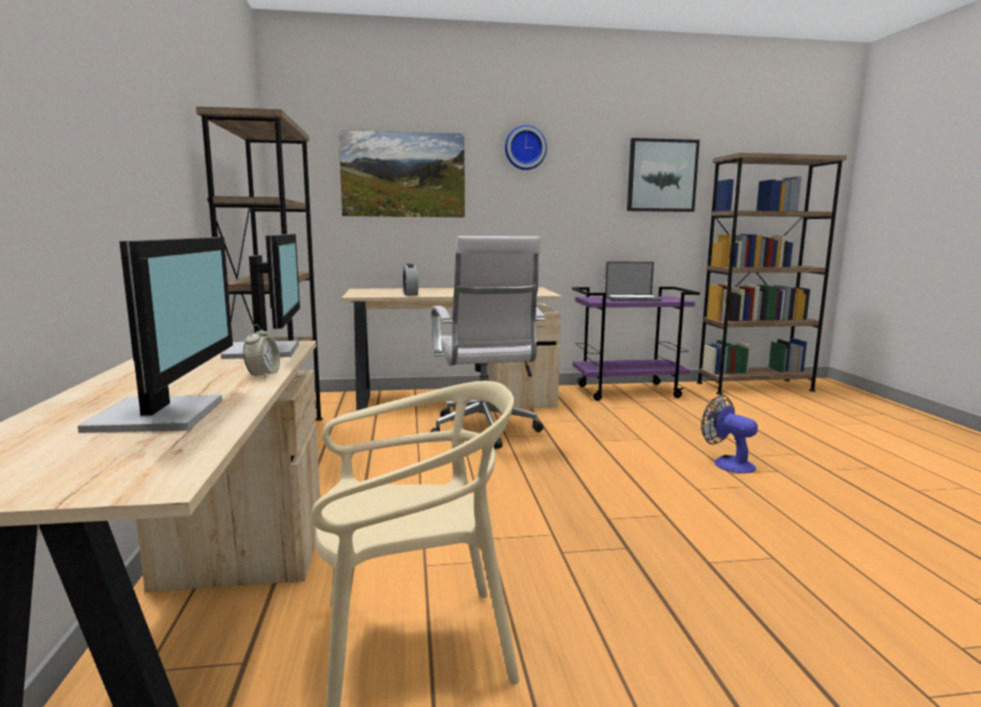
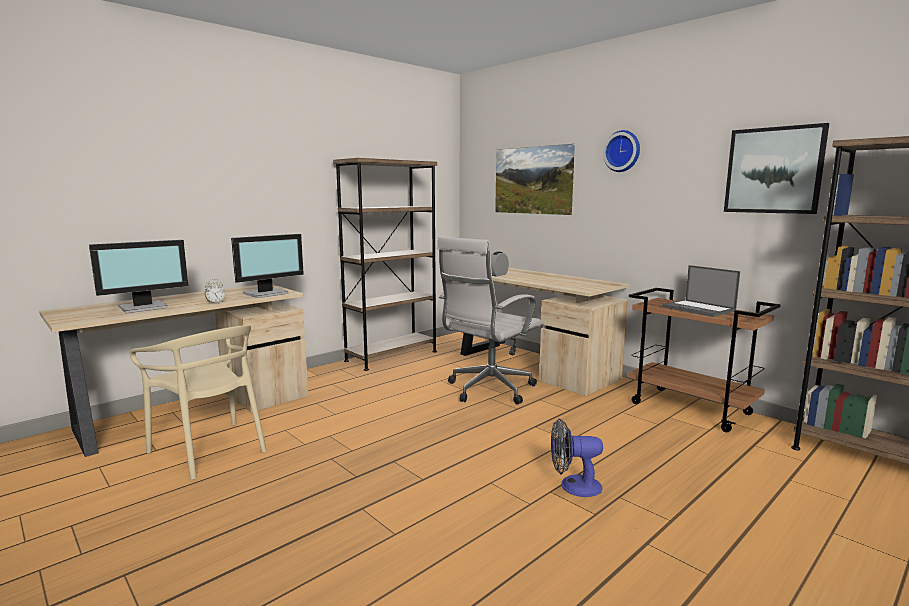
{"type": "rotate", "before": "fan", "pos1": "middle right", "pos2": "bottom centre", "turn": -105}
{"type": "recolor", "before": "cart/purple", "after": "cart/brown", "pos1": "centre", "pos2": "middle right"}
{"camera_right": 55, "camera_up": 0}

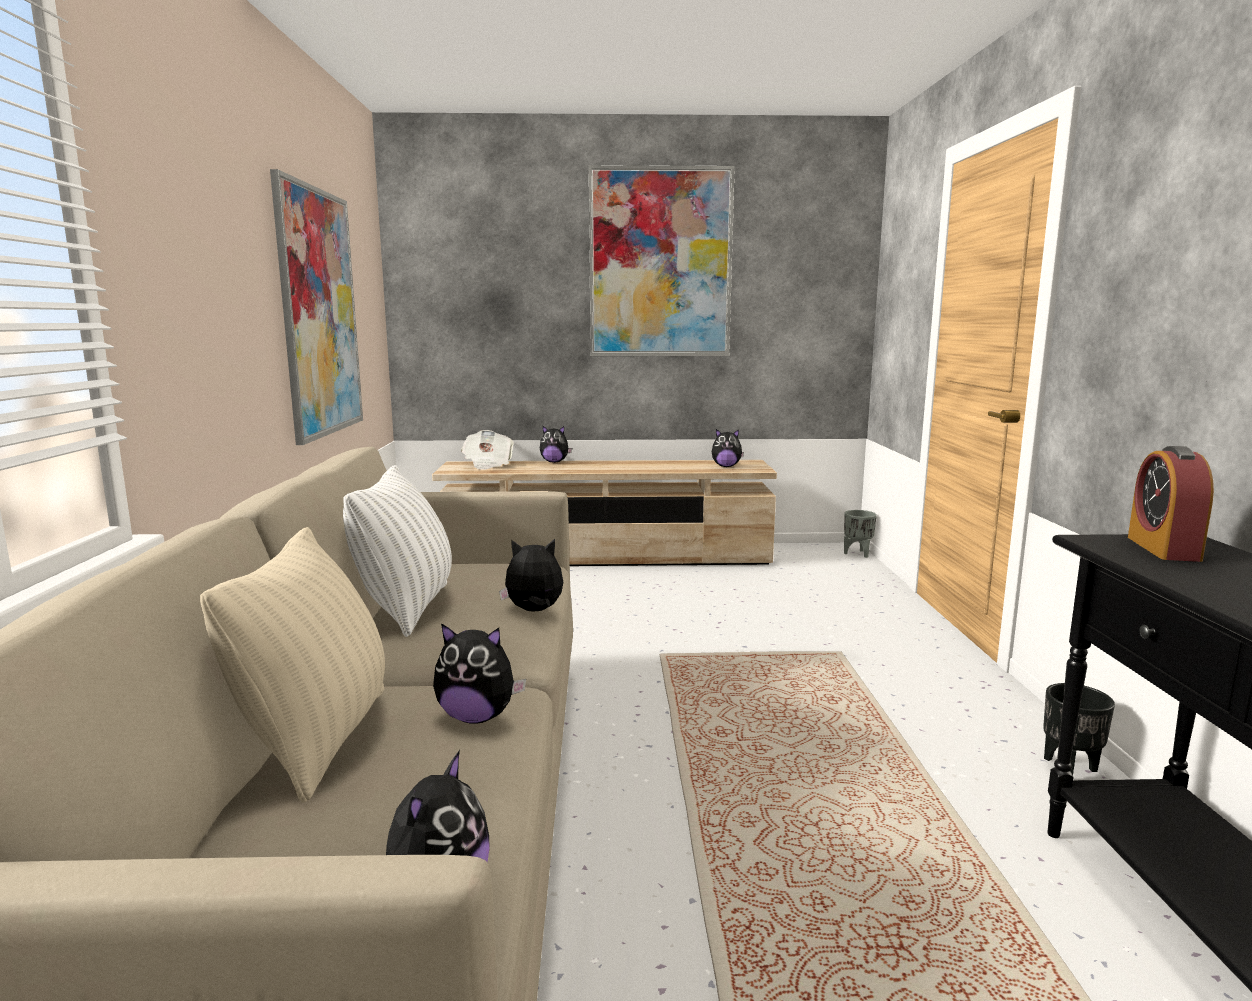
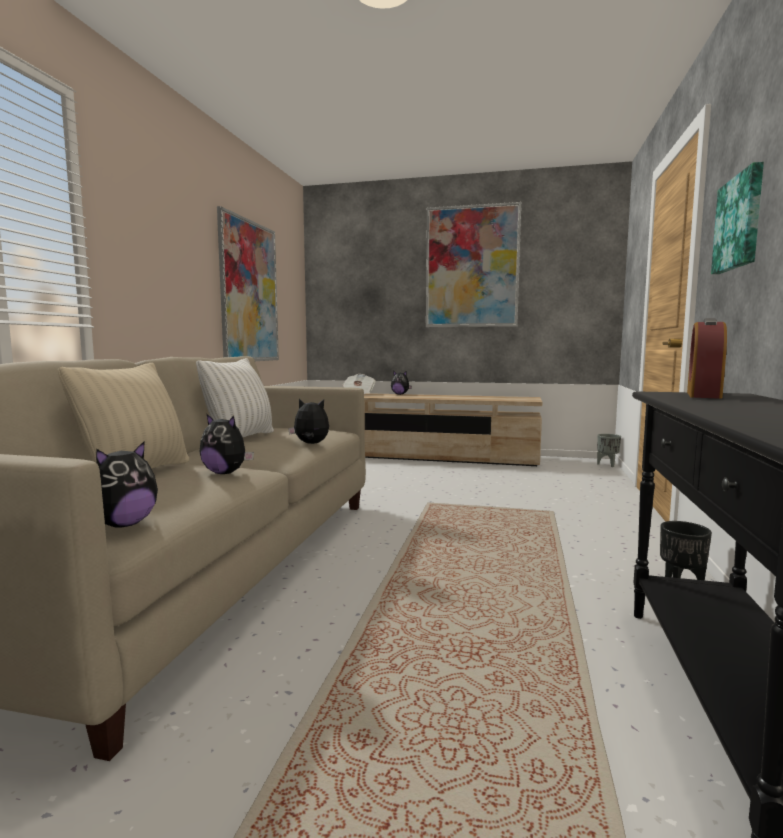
{"type": "insert", "after": "picture (3rd from left)", "pos2": "top right"}
{"type": "delete", "before": "plush toy (5th from left)", "pos1": "centre"}
{"camera_right": 15, "camera_up": -5}

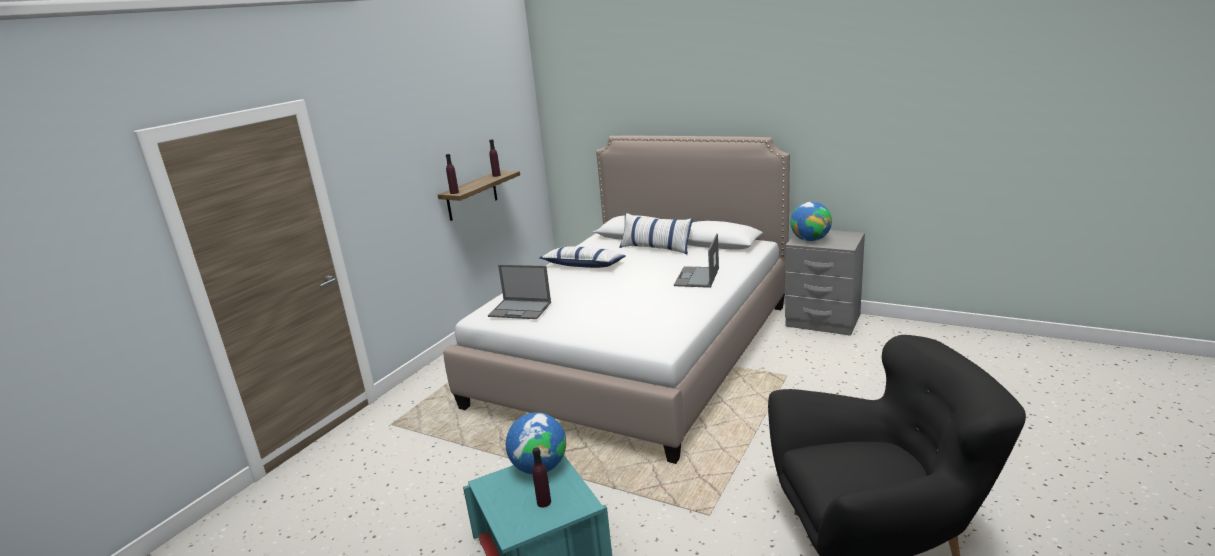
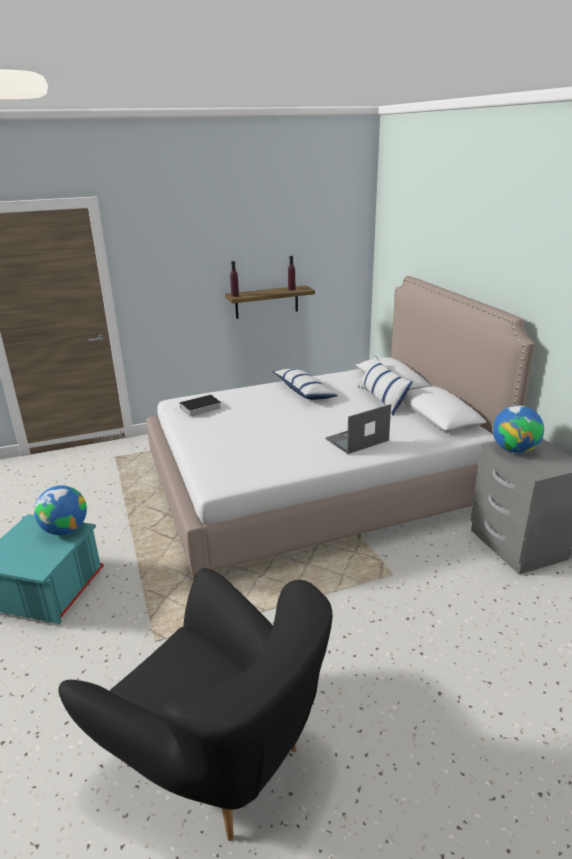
{"type": "replace", "before": "laptop (1st from left)", "after": "book", "pos1": "centre", "pos2": "centre"}
{"type": "delete", "before": "bottle/purple (3rd from left)", "pos1": "bottom centre"}
{"camera_right": 40, "camera_up": 5}

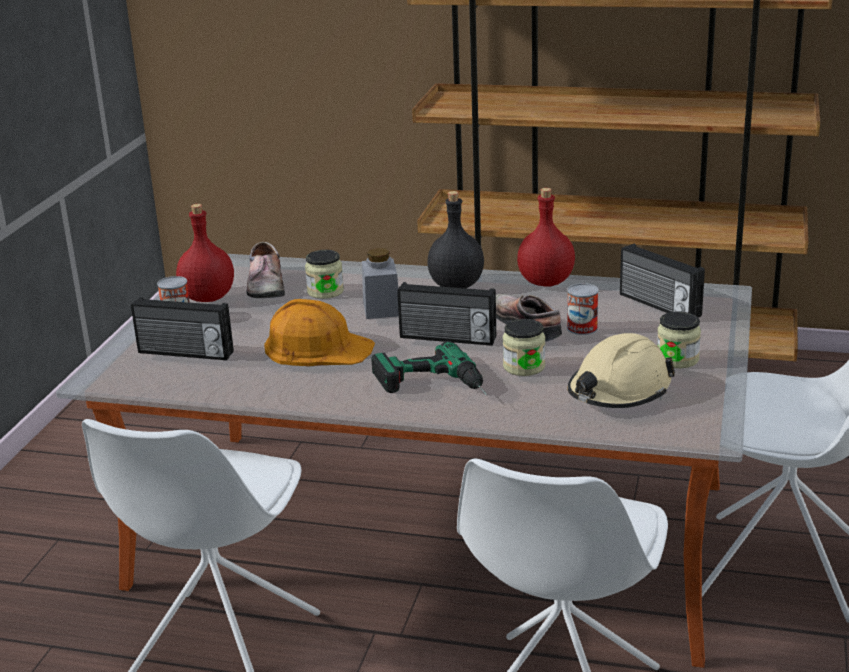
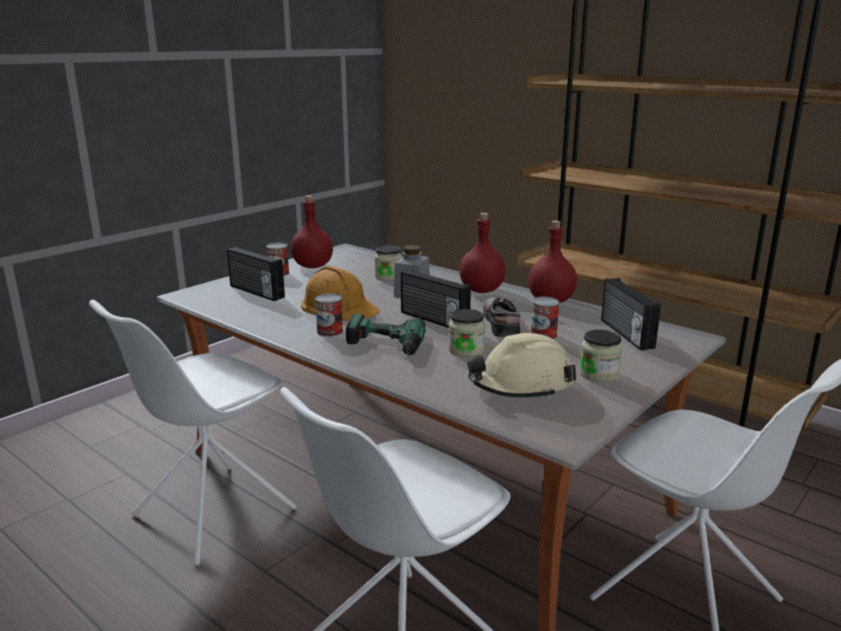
{"type": "insert", "after": "can (2nd from left)", "pos2": "centre"}
{"type": "recolor", "before": "bottle/black", "after": "bottle/red (2nd from left)", "pos1": "centre", "pos2": "centre"}
{"type": "delete", "before": "shoe (1st from left)", "pos1": "middle left"}
{"camera_right": 25, "camera_up": -5}

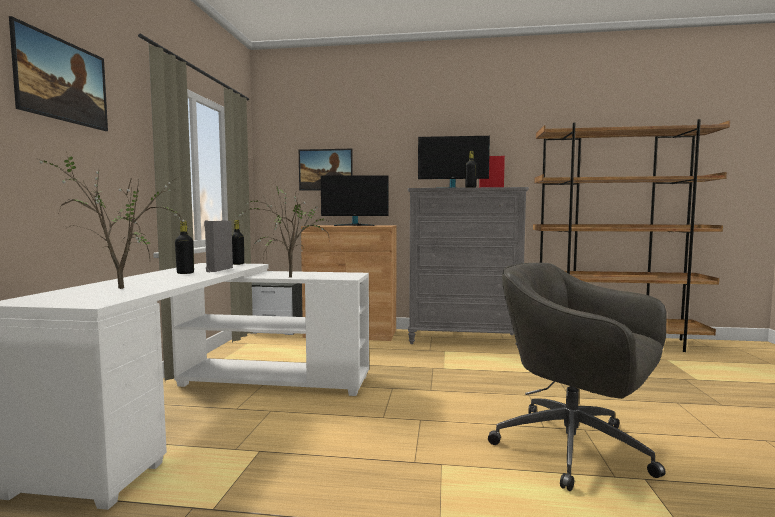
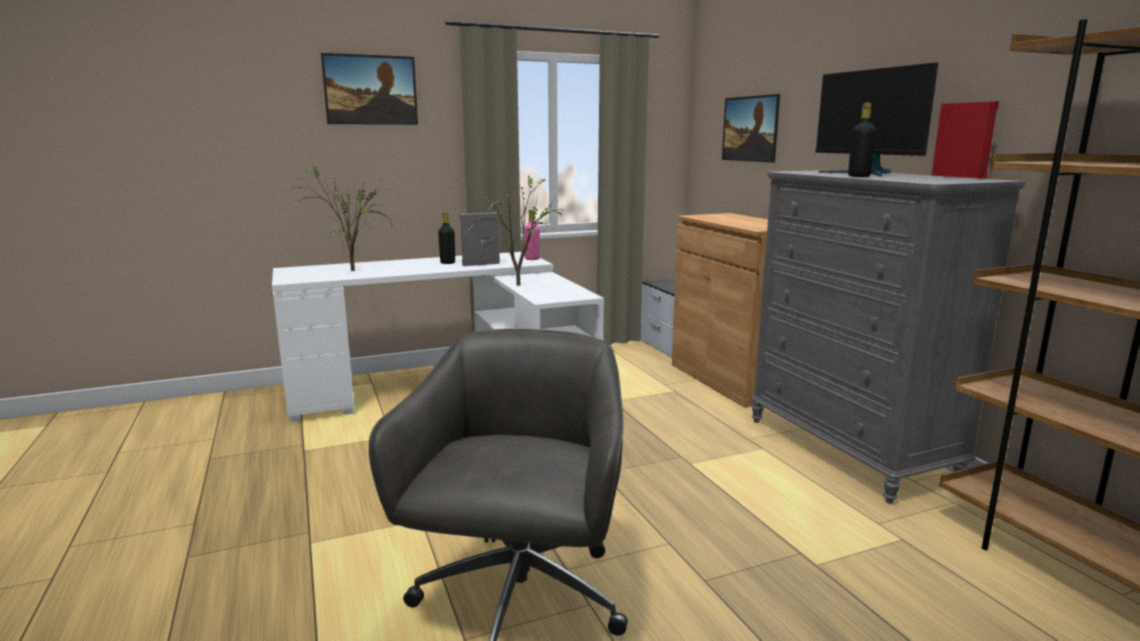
{"type": "recolor", "before": "bottle/black (2nd from left)", "after": "bottle/pink", "pos1": "middle left", "pos2": "centre"}
{"type": "delete", "before": "monitor (1st from left)", "pos1": "centre"}
{"camera_right": 60, "camera_up": 10}

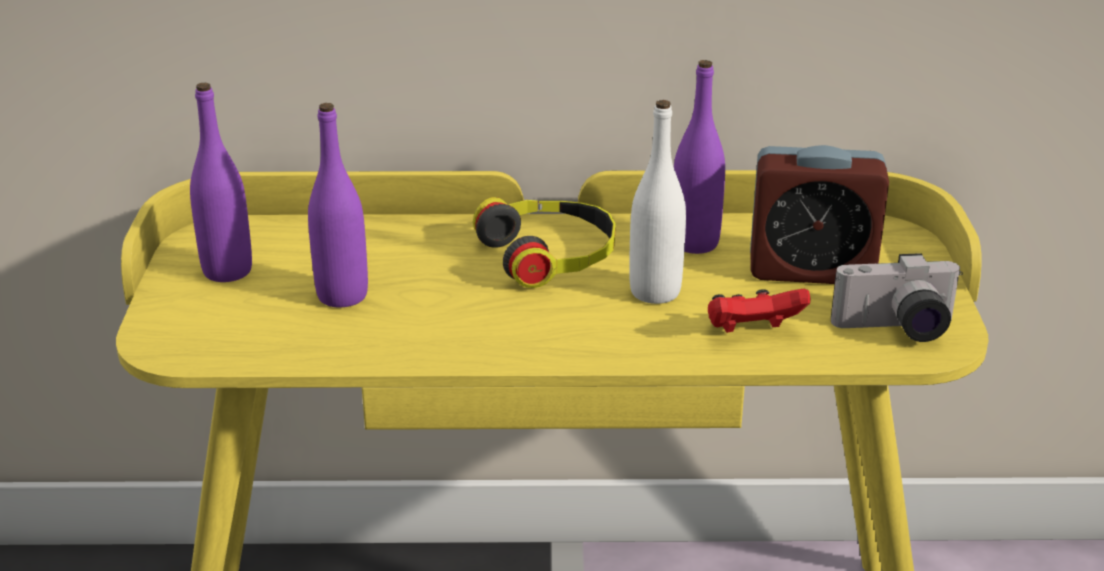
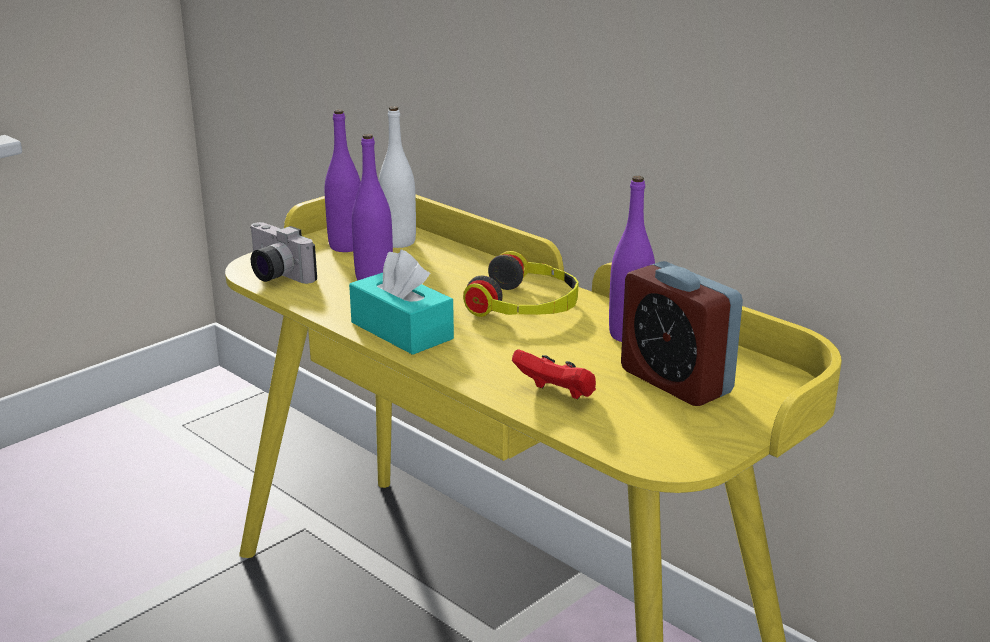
{"type": "move", "before": "photo camera", "pos1": "middle right", "pos2": "middle left"}
{"type": "insert", "after": "tissue box/turquoise", "pos2": "centre"}
{"type": "move", "before": "bottle/white", "pos1": "centre", "pos2": "top centre"}
{"camera_right": 45, "camera_up": -5}

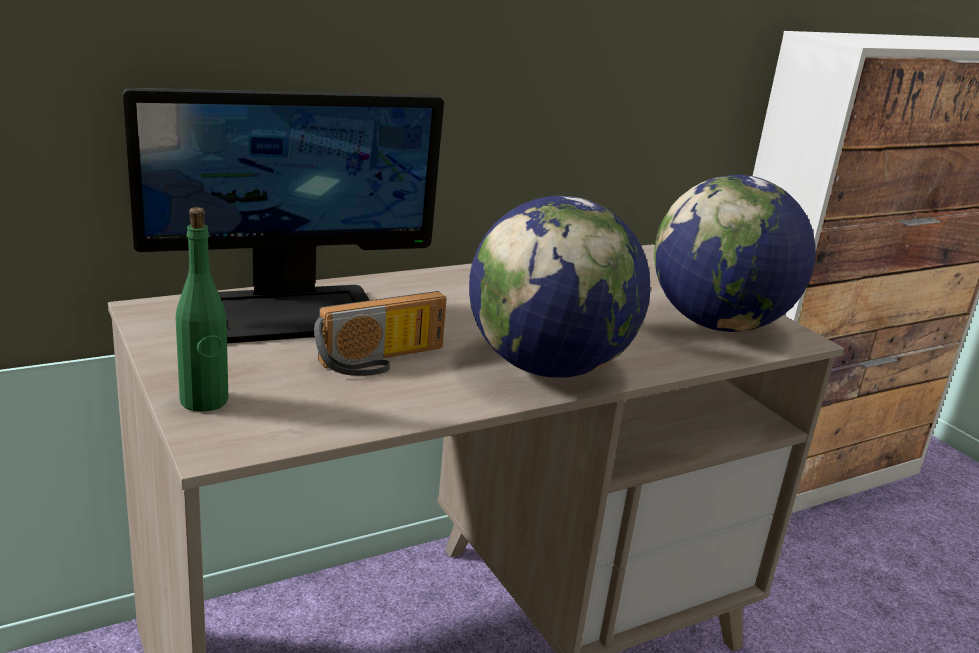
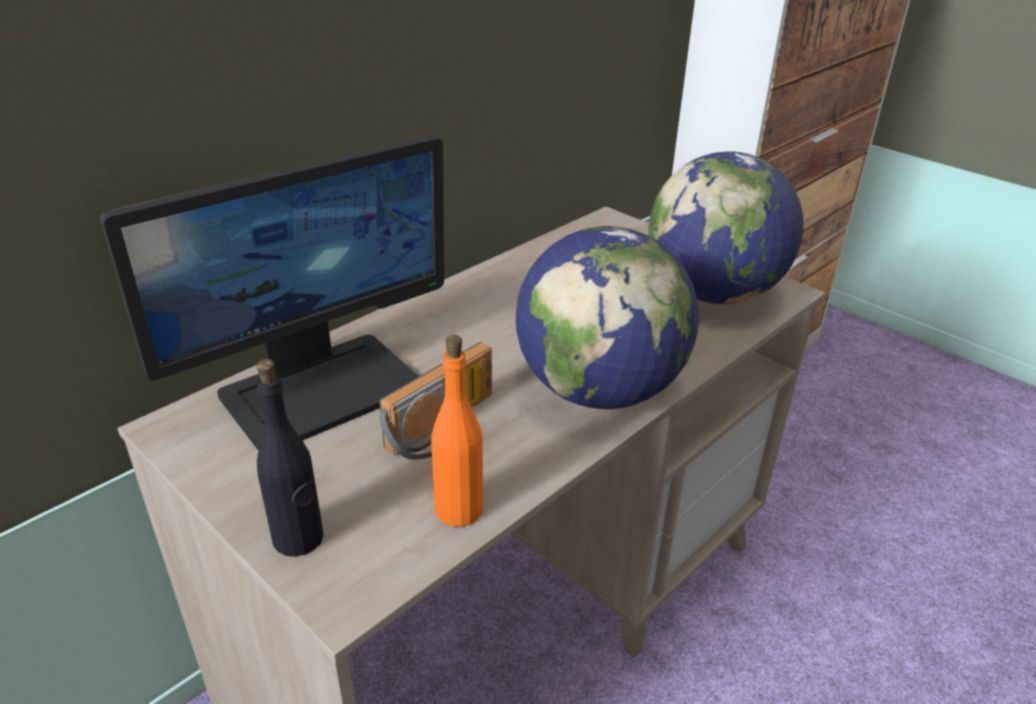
{"type": "recolor", "before": "bottle/green", "after": "bottle/black", "pos1": "middle left", "pos2": "middle left"}
{"type": "insert", "after": "bottle/orange", "pos2": "centre"}
{"camera_right": -15, "camera_up": 10}

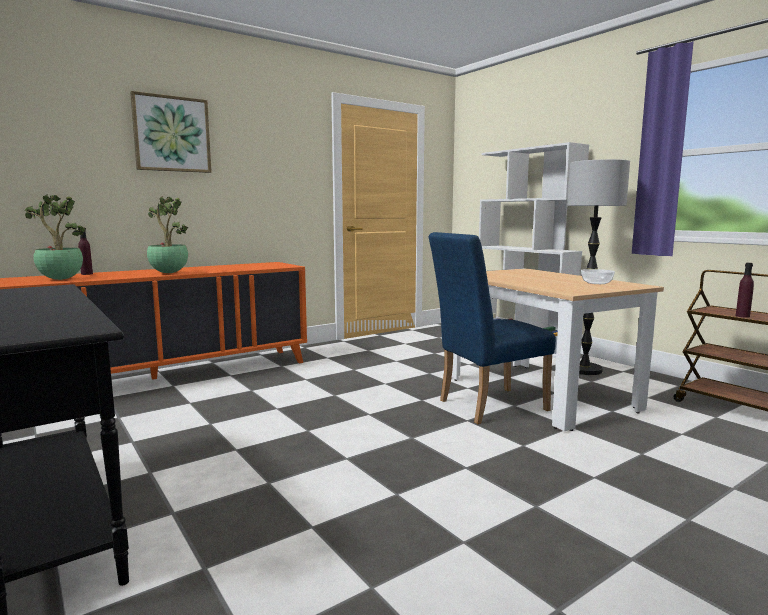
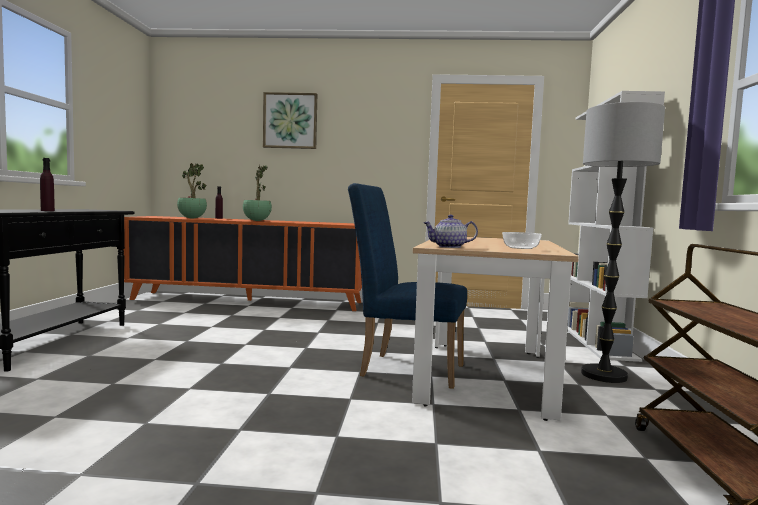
{"type": "move", "before": "bottle/purple (2nd from left in the first image)", "after": "bottle/purple (1st from left)", "pos1": "middle right", "pos2": "middle left"}
{"type": "insert", "after": "teapot", "pos2": "centre"}
{"camera_right": 40, "camera_up": -5}

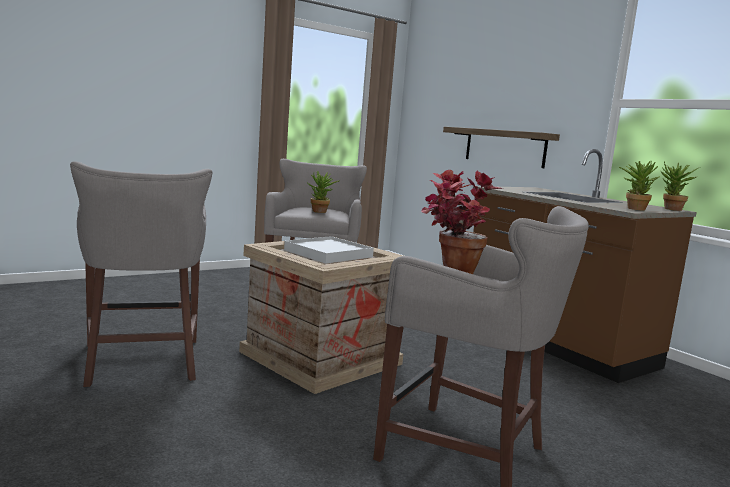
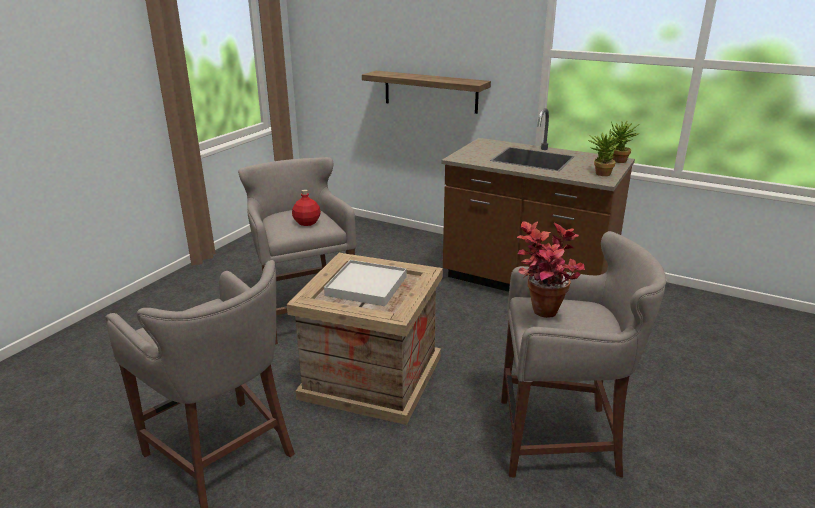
{"type": "replace", "before": "potted plant (1st from left)", "after": "bottle/red", "pos1": "centre", "pos2": "centre"}
{"camera_right": -25, "camera_up": 15}

